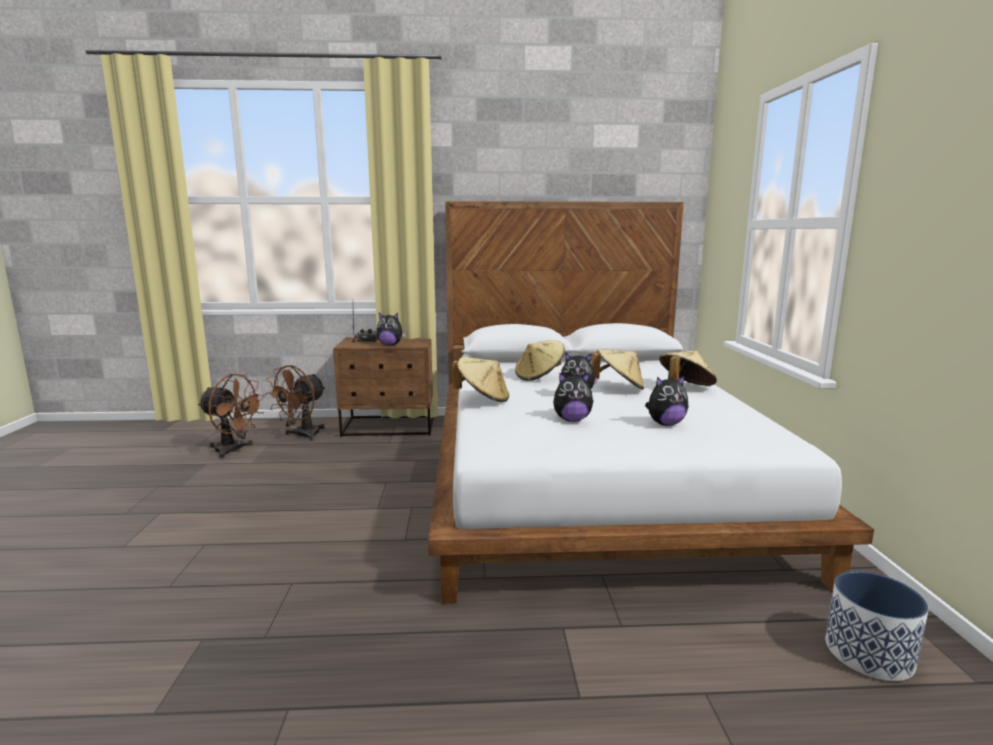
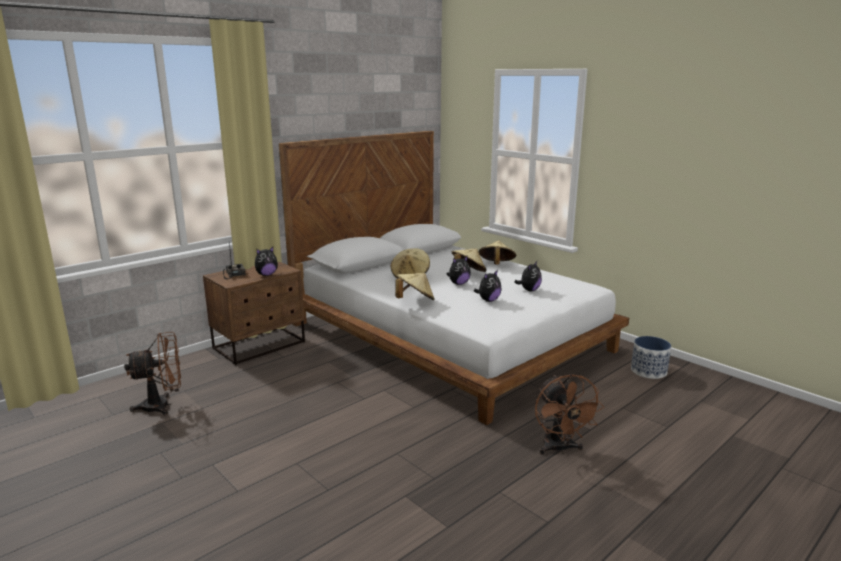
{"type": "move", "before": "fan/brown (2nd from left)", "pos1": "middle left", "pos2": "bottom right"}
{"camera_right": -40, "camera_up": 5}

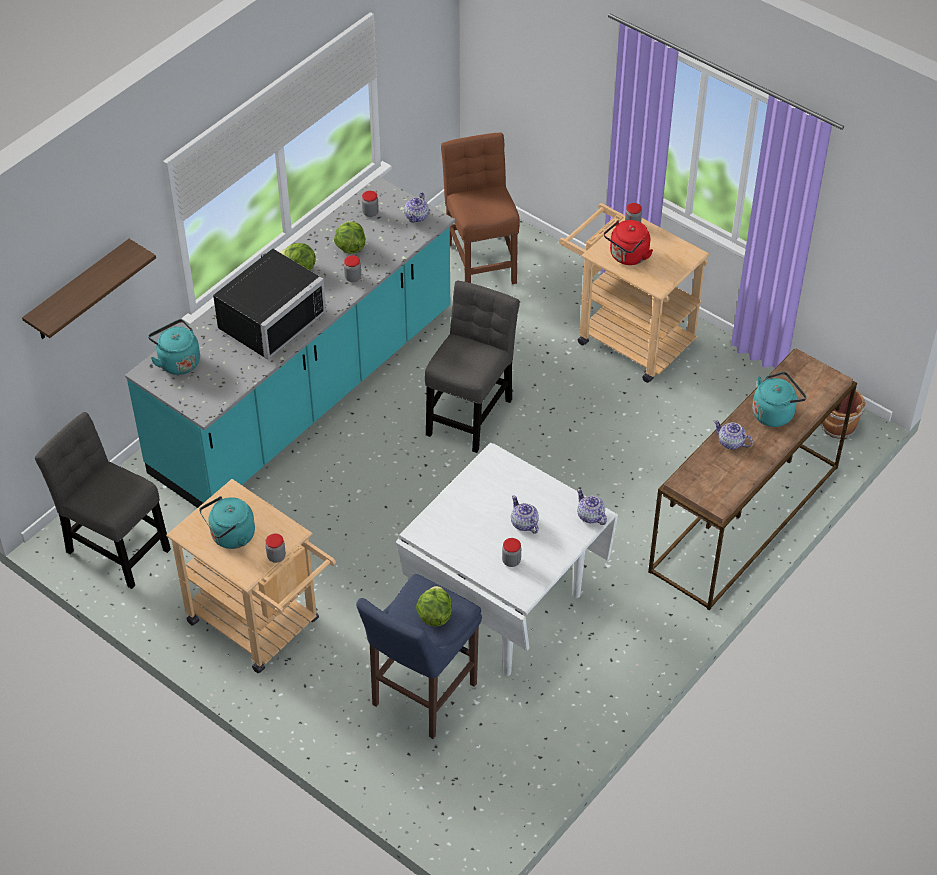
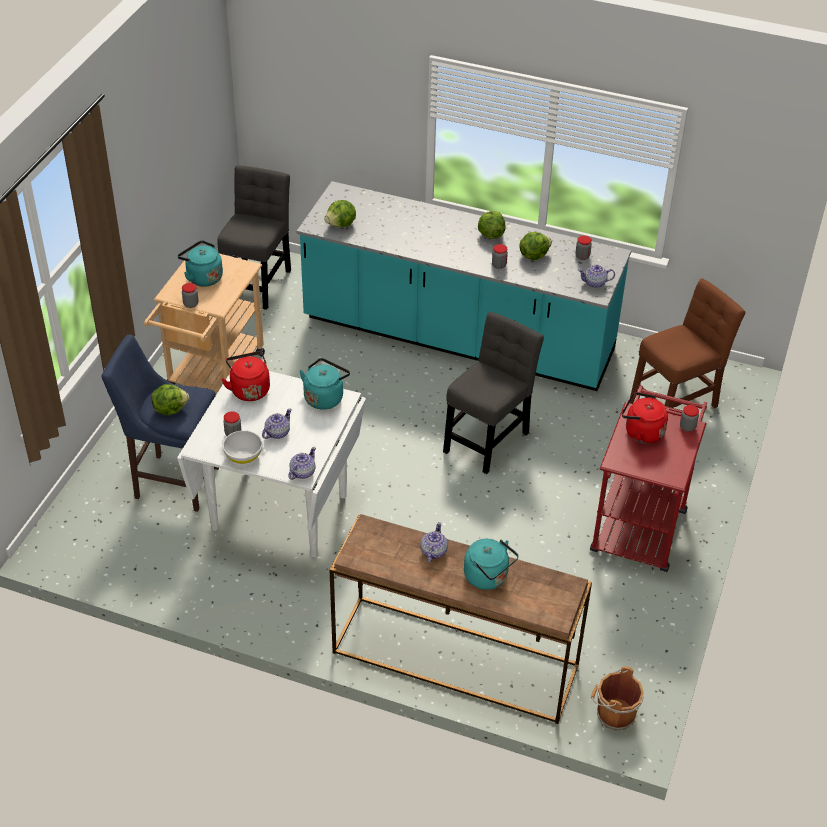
{"type": "insert", "after": "kettle/red (1st from left)", "pos2": "middle left"}
{"type": "insert", "after": "bowl/white", "pos2": "middle left"}
{"type": "move", "before": "kettle/turquoise (1st from left in the first image)", "after": "kettle/turquoise (2nd from left)", "pos1": "middle left", "pos2": "centre"}
{"type": "insert", "after": "lettuce (2nd from left)", "pos2": "top centre"}
{"type": "rotate", "before": "chair/grey (2nd from left)", "pos1": "centre", "pos2": "centre", "turn": -60}
{"type": "recolor", "before": "cart/beige (2nd from left)", "after": "cart/red", "pos1": "middle right", "pos2": "middle right"}
{"type": "delete", "before": "shelf", "pos1": "top left"}
{"type": "delete", "before": "microwave/black", "pos1": "middle left"}
{"camera_right": 70, "camera_up": -5}

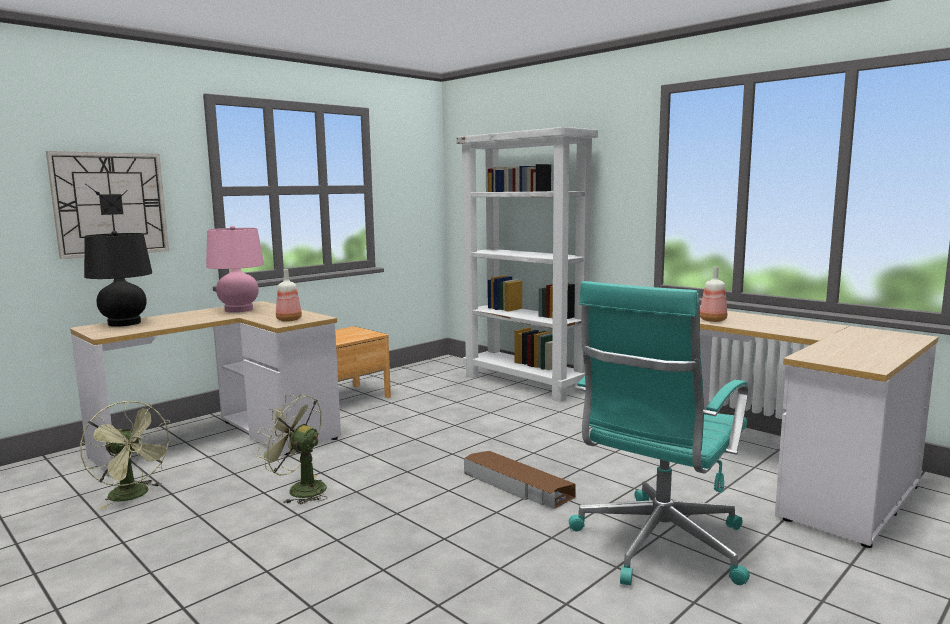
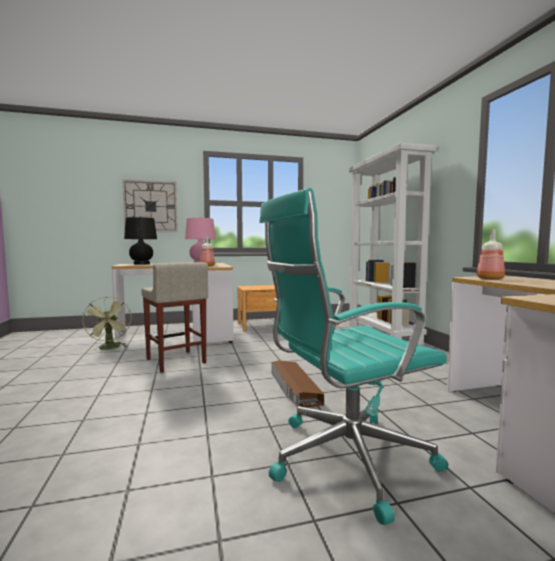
{"type": "replace", "before": "fan/green (2nd from left)", "after": "stool/beige", "pos1": "bottom left", "pos2": "middle left"}
{"camera_right": 30, "camera_up": -5}

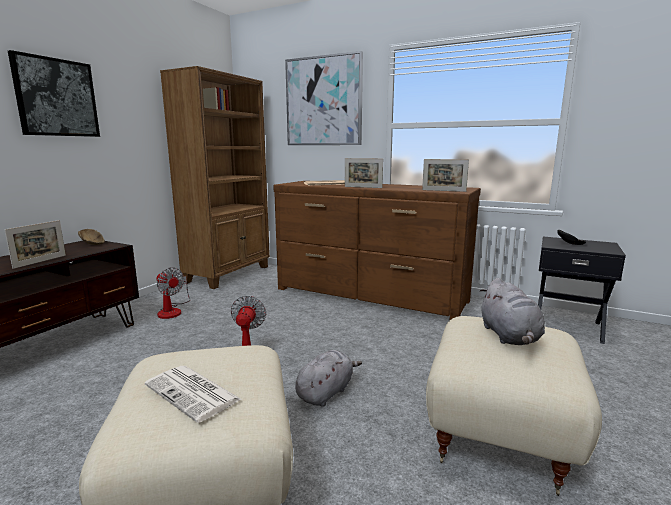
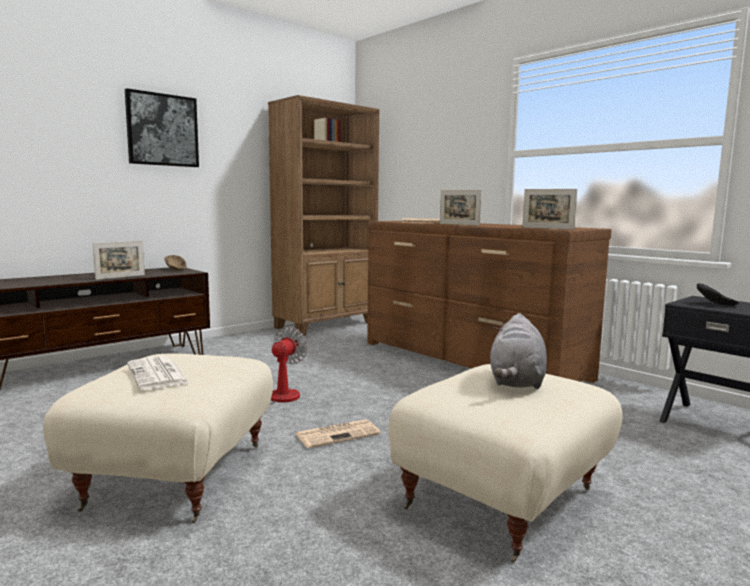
{"type": "replace", "before": "plush toy/grey (1st from left)", "after": "newspaper (2nd from left)", "pos1": "bottom centre", "pos2": "bottom centre"}
{"type": "delete", "before": "fan (1st from left)", "pos1": "middle left"}
{"type": "delete", "before": "picture (2nd from left)", "pos1": "top centre"}
{"camera_right": 20, "camera_up": -5}

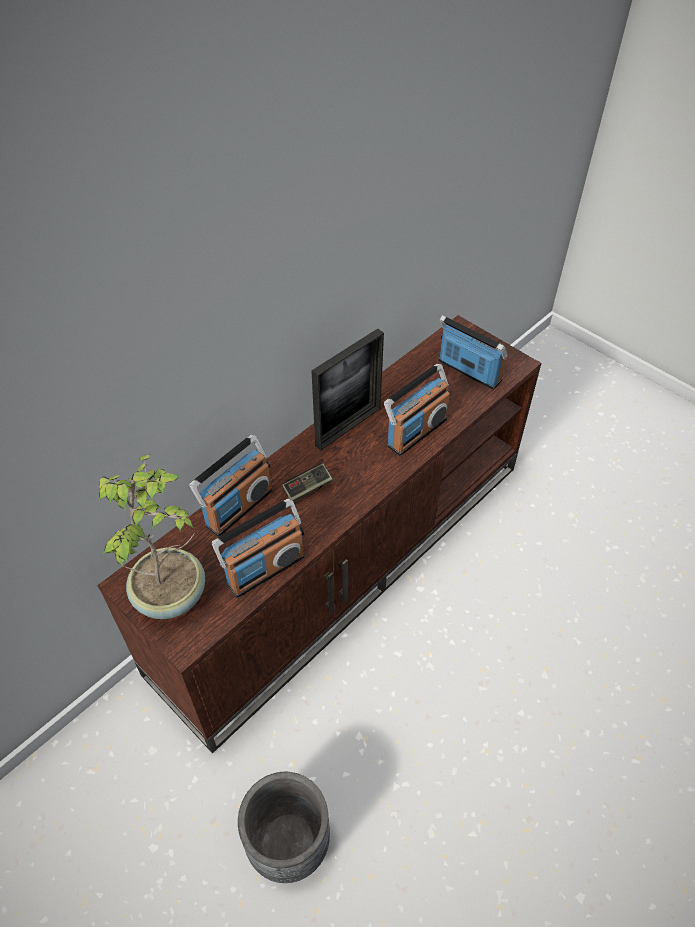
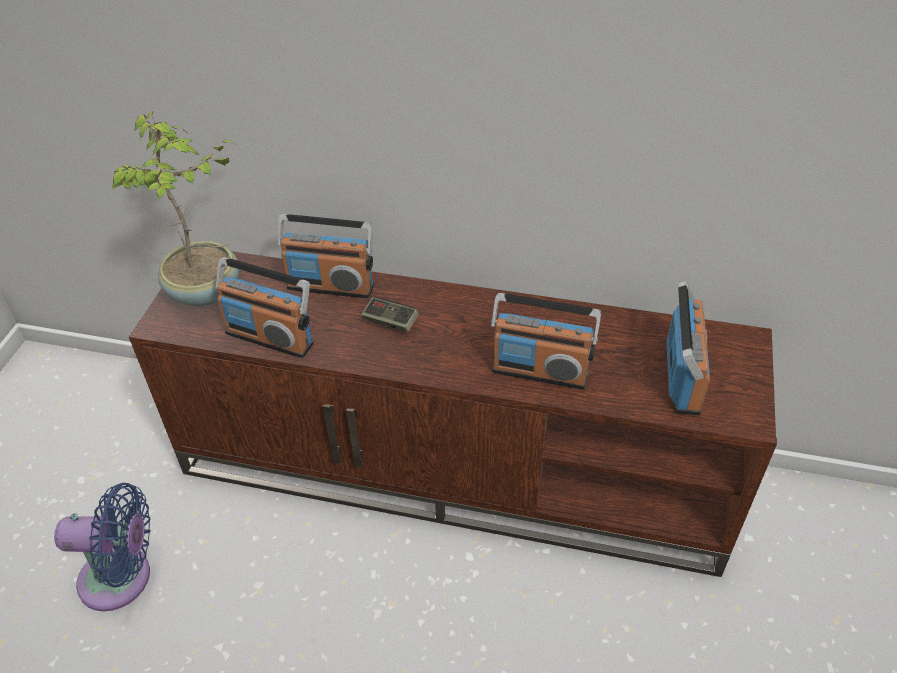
{"type": "replace", "before": "planter/grey", "after": "fan/blue", "pos1": "bottom centre", "pos2": "bottom left"}
{"type": "delete", "before": "picture frame", "pos1": "centre"}
{"camera_right": 60, "camera_up": -5}

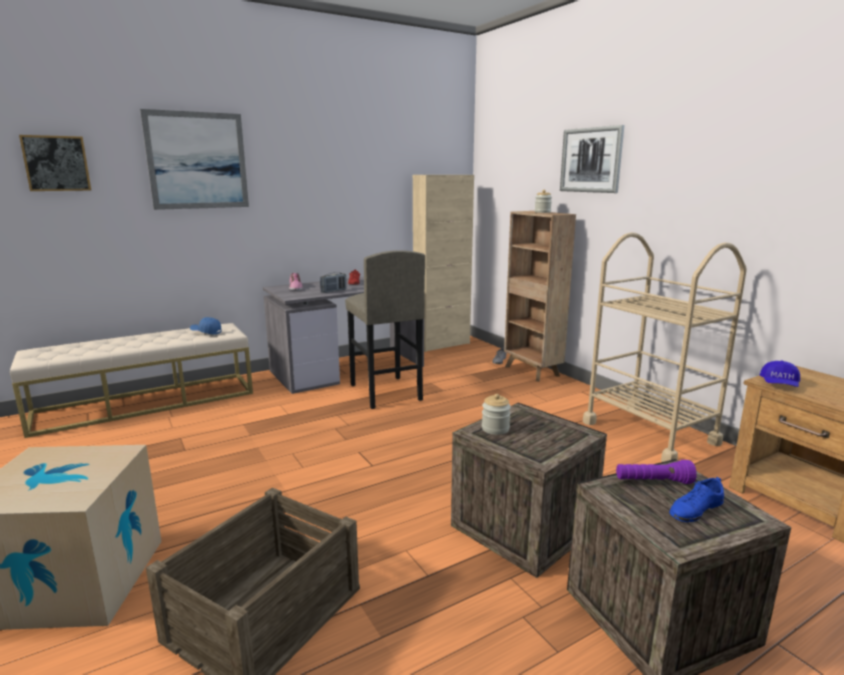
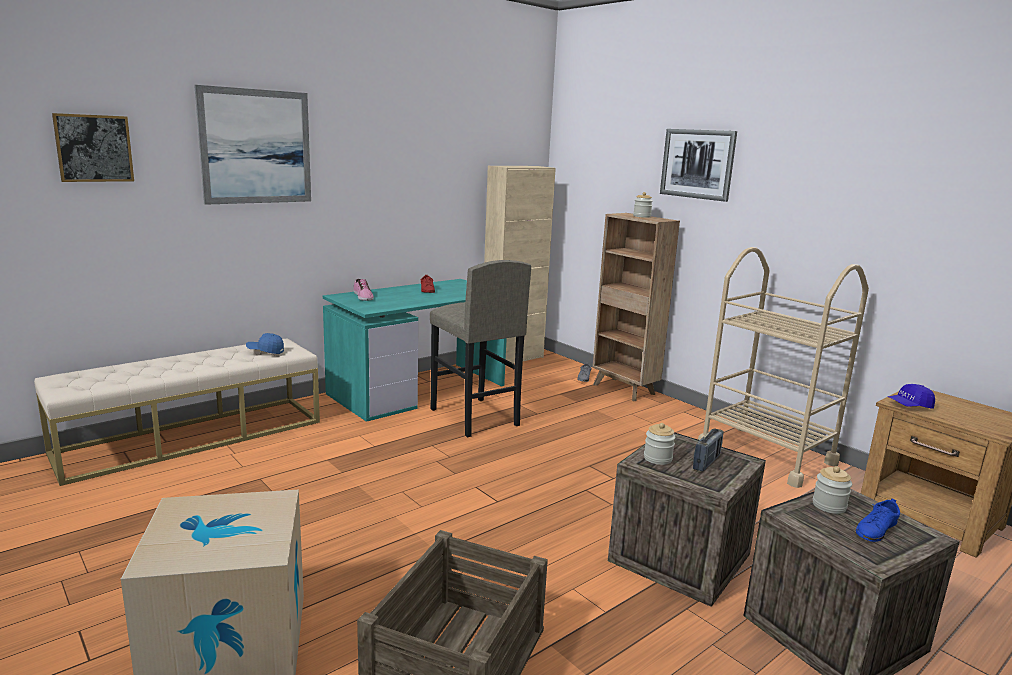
{"type": "recolor", "before": "desk/grey", "after": "desk/turquoise", "pos1": "centre", "pos2": "centre"}
{"type": "move", "before": "radio", "pos1": "centre", "pos2": "bottom right"}
{"type": "replace", "before": "flashlight/purple", "after": "jar (3rd from left)", "pos1": "bottom right", "pos2": "bottom right"}
{"type": "rotate", "before": "cap/blue (2nd from left)", "pos1": "middle right", "pos2": "middle right", "turn": 60}
{"camera_right": -10, "camera_up": 0}

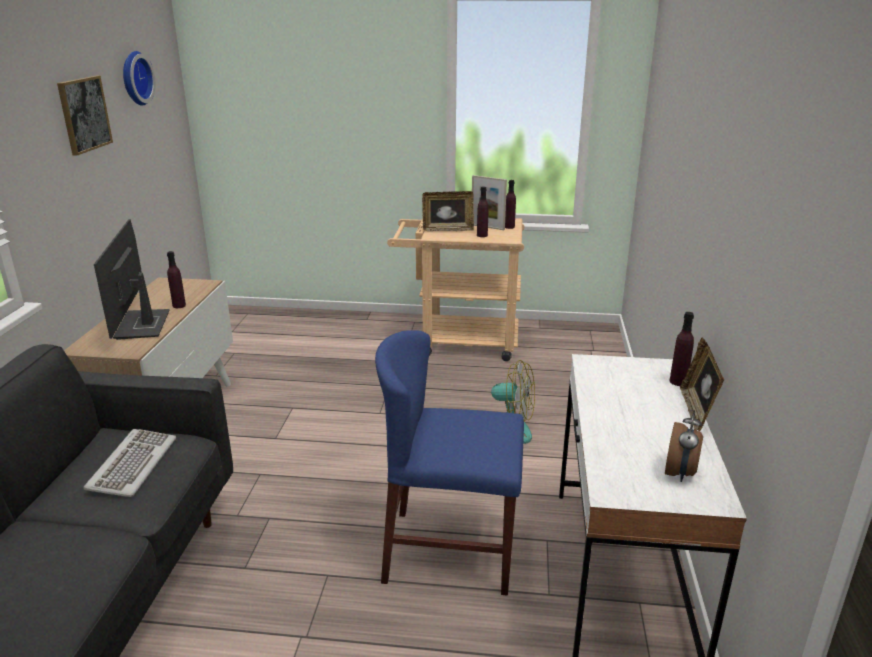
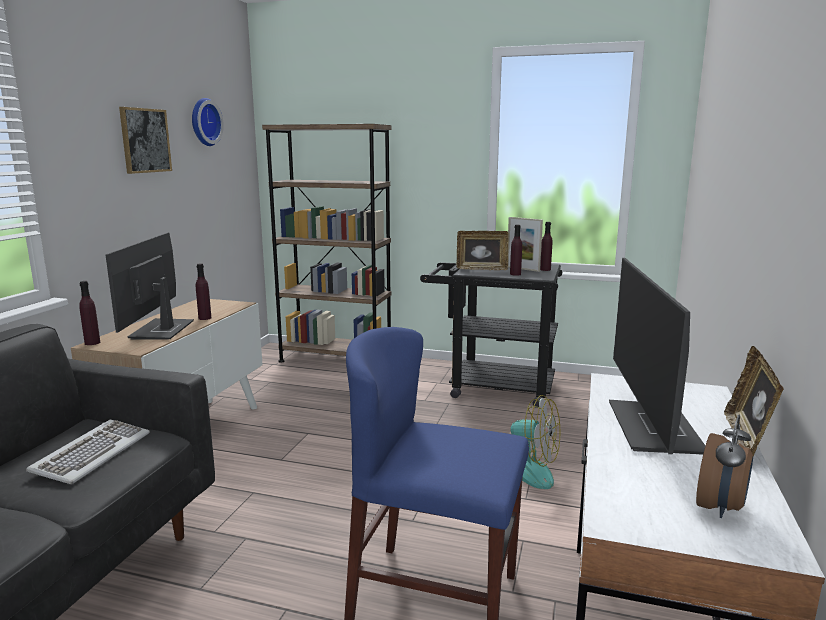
{"type": "move", "before": "bottle/purple (4th from left in the first image)", "after": "bottle/purple (1st from left)", "pos1": "middle right", "pos2": "middle left"}
{"type": "insert", "after": "bookcase/brown", "pos2": "centre"}
{"type": "recolor", "before": "cart/beige", "after": "cart/black", "pos1": "centre", "pos2": "centre"}
{"type": "insert", "after": "monitor (2nd from left)", "pos2": "middle right"}
{"camera_right": 10, "camera_up": -10}

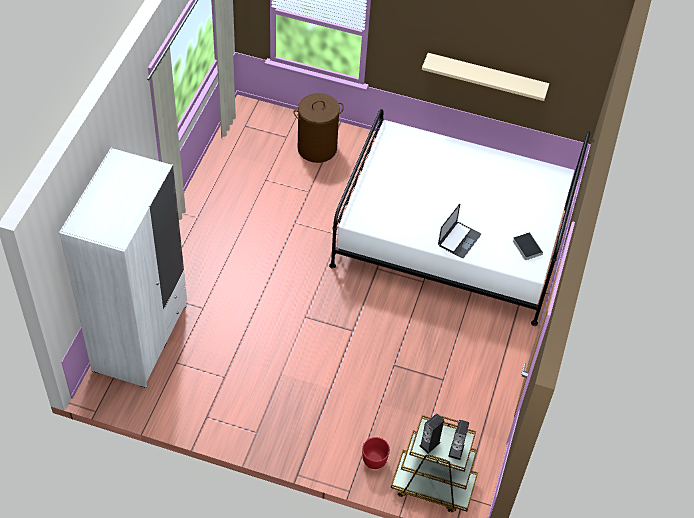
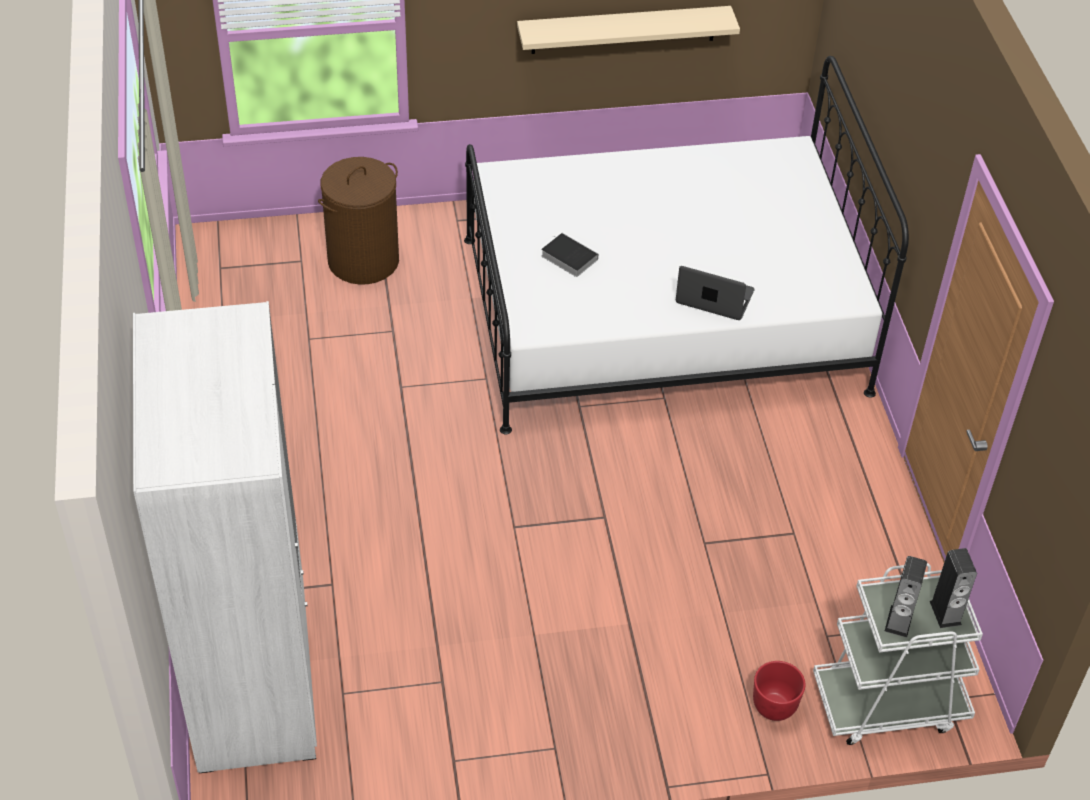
{"type": "move", "before": "book", "pos1": "middle right", "pos2": "top centre"}
{"type": "rotate", "before": "laptop", "pos1": "centre", "pos2": "centre", "turn": -75}
{"type": "recolor", "before": "cart/brown", "after": "cart/white", "pos1": "bottom centre", "pos2": "bottom right"}
{"camera_right": -25, "camera_up": -5}

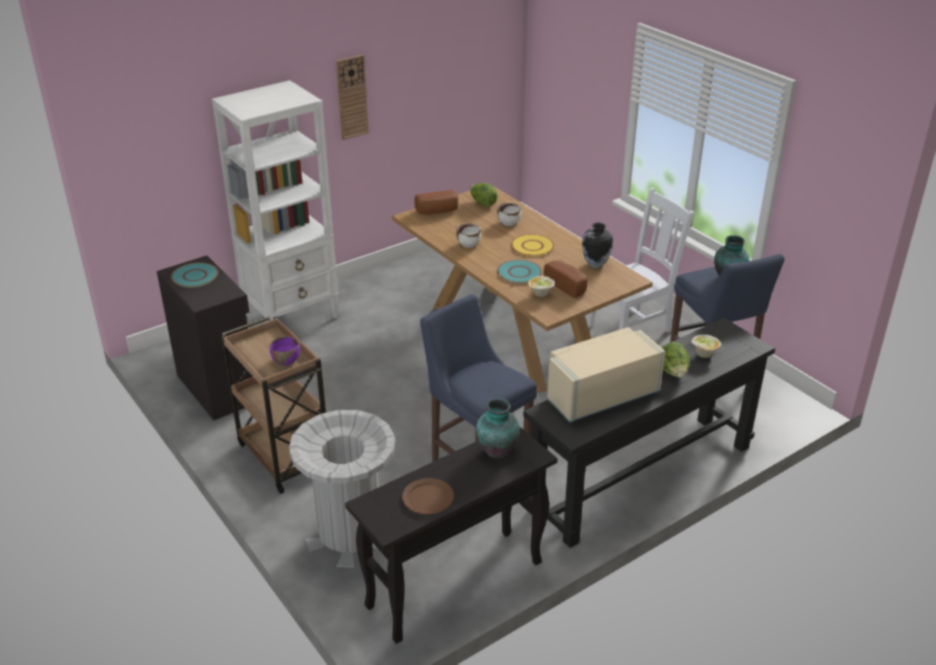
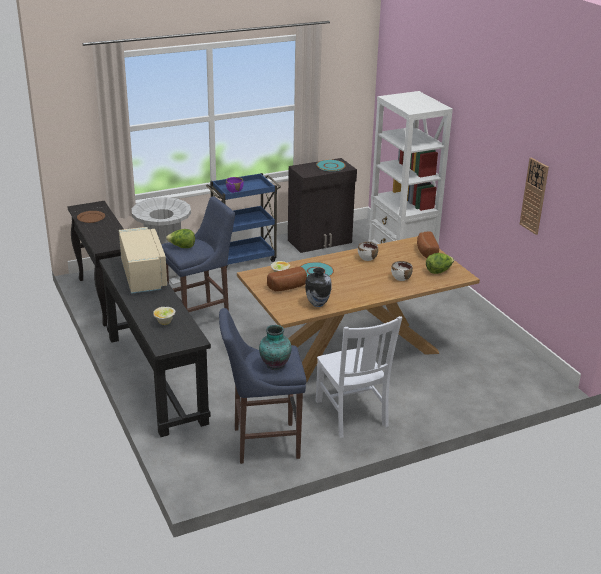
{"type": "move", "before": "lettuce (2nd from left in the first image)", "after": "lettuce (1st from left)", "pos1": "middle right", "pos2": "middle left"}
{"type": "recolor", "before": "cart/brown", "after": "cart/blue", "pos1": "middle left", "pos2": "centre"}
{"type": "move", "before": "wall clock", "pos1": "top centre", "pos2": "middle right"}
{"type": "delete", "before": "vase (1st from left)", "pos1": "centre"}
{"type": "delete", "before": "plate/yellow", "pos1": "centre"}
{"camera_right": 100, "camera_up": -5}

